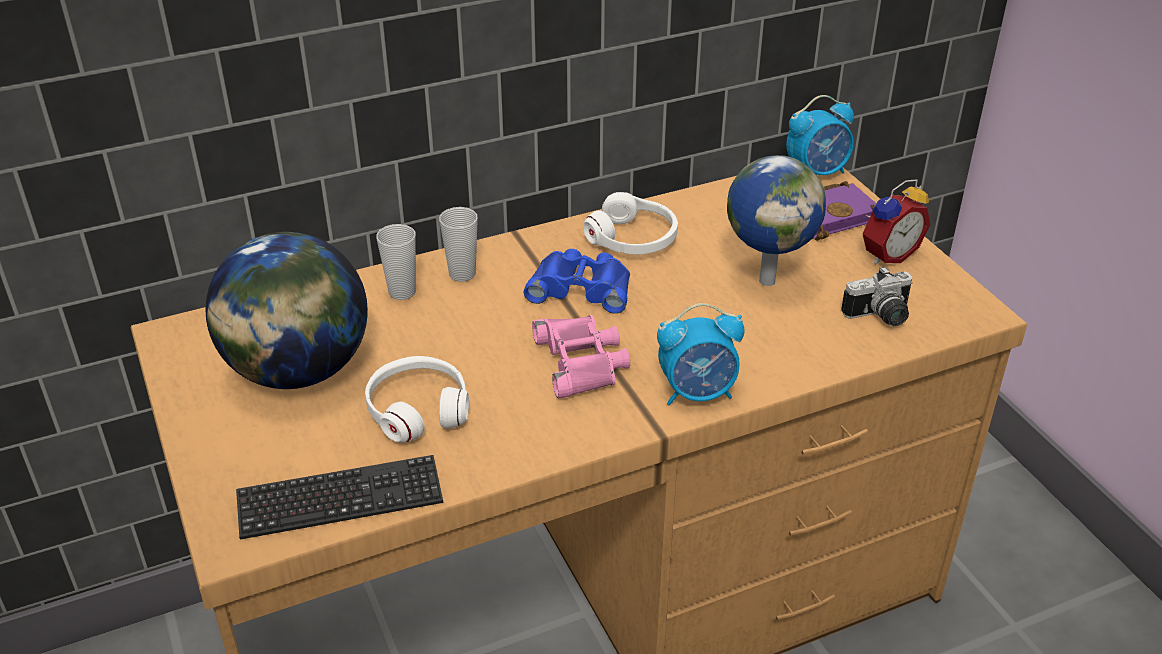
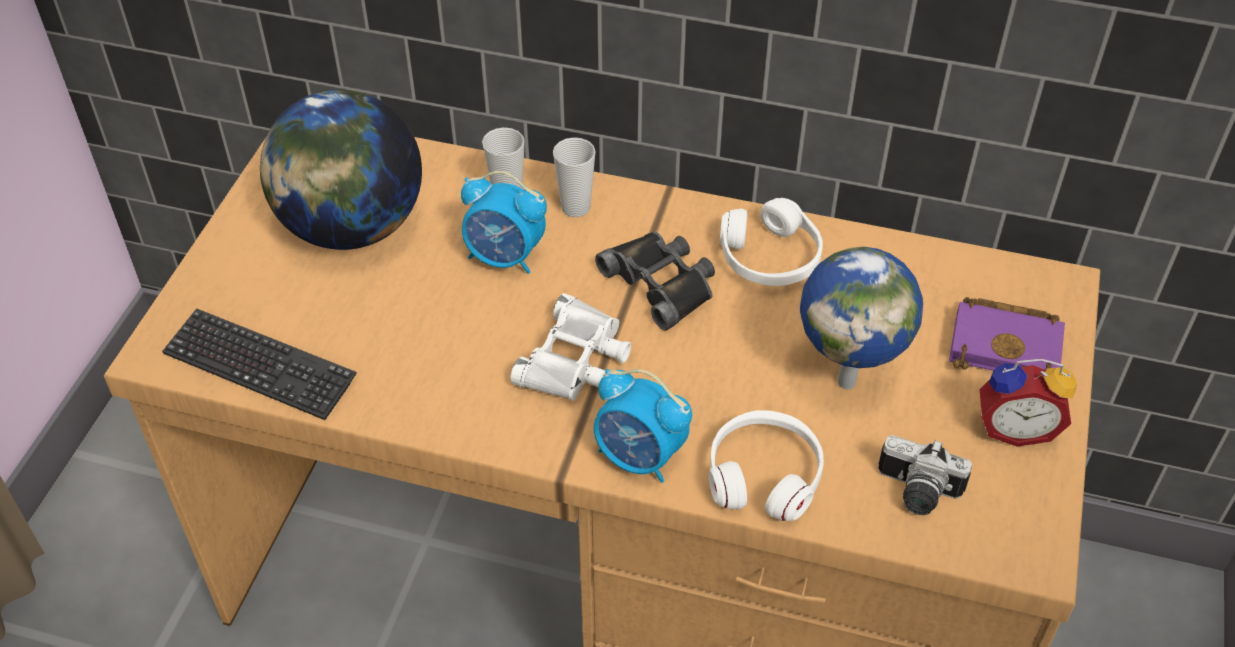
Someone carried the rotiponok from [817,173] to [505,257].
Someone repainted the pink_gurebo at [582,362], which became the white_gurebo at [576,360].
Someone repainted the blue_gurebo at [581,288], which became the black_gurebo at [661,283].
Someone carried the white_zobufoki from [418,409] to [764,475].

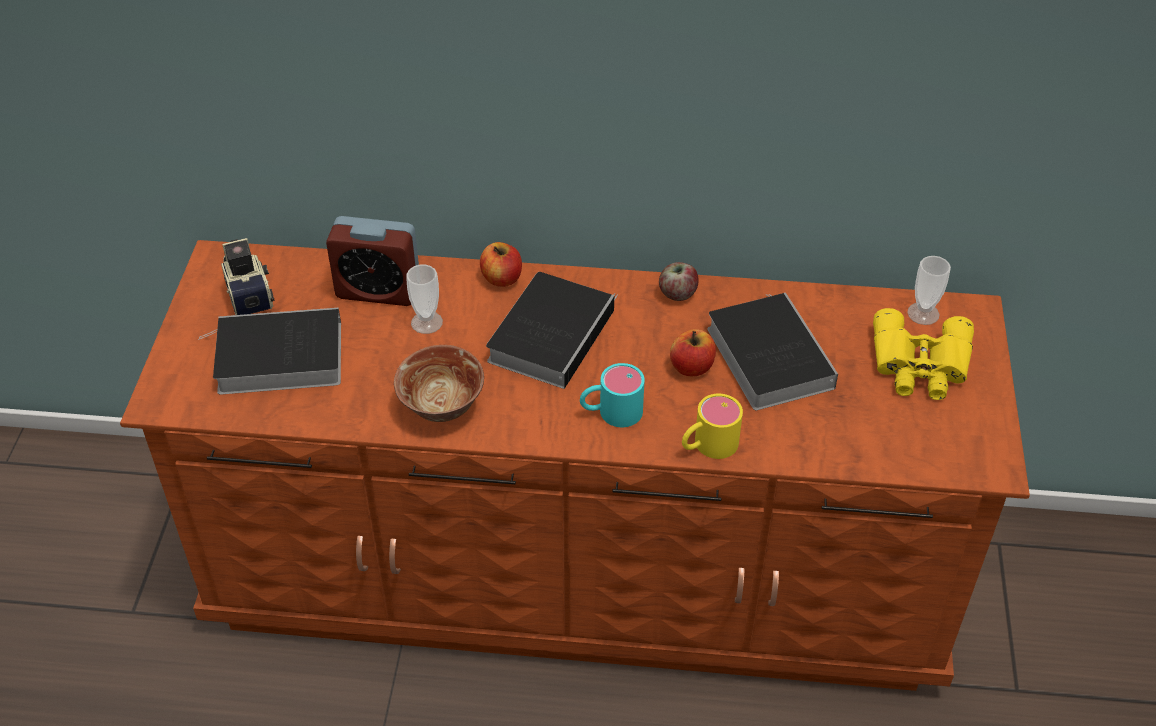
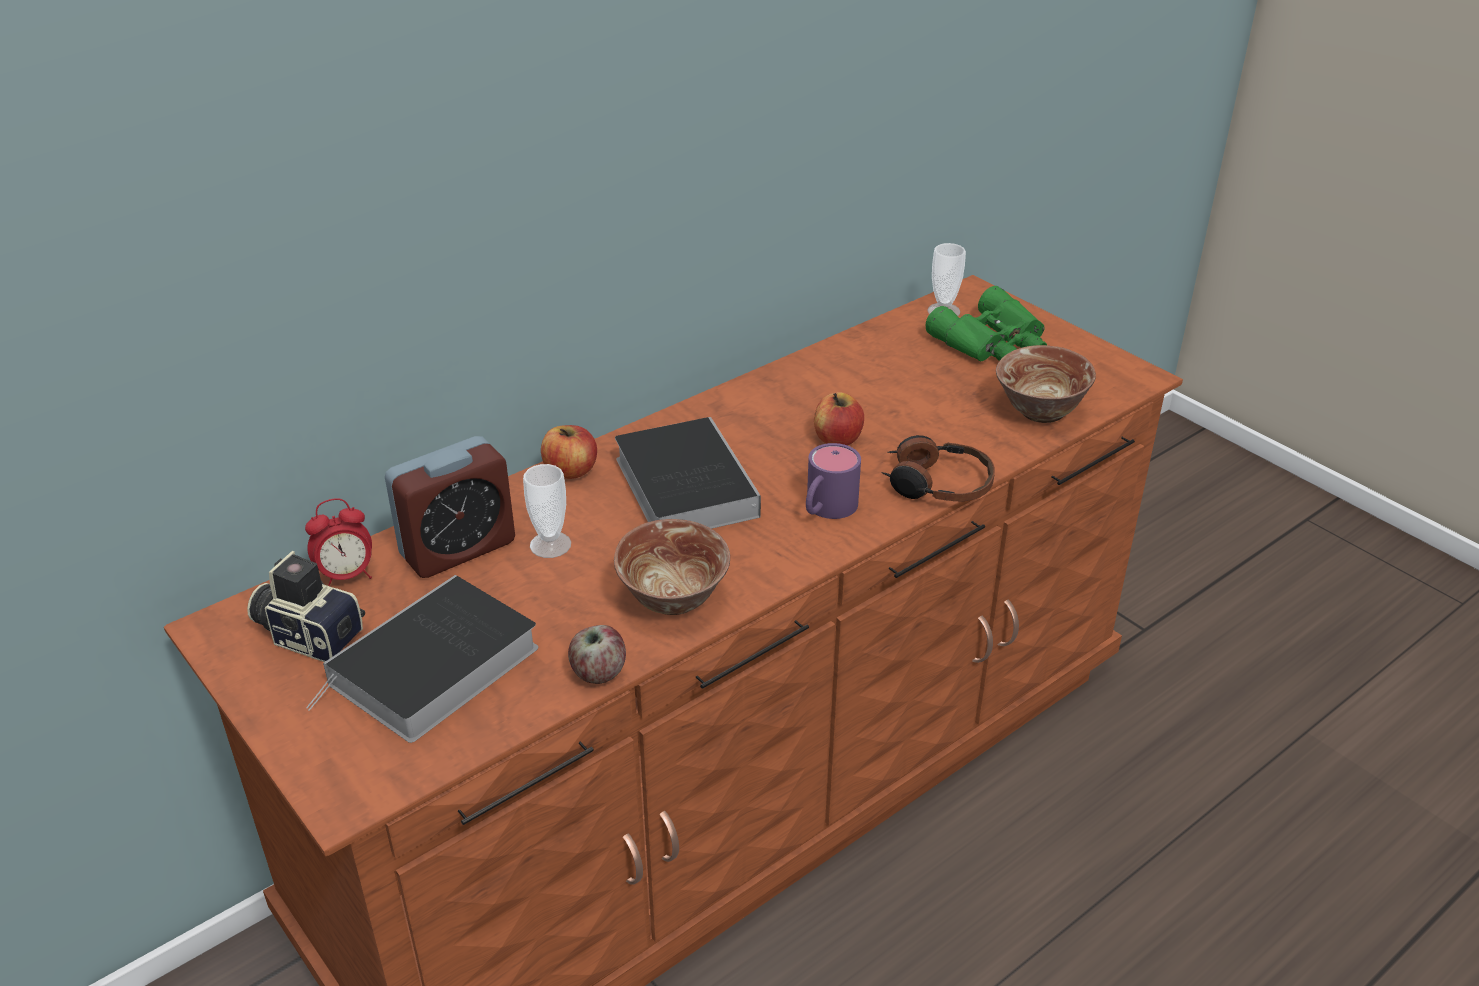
Someone put down the rotiponok at [347,576].
Someone carried the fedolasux from [677,294] to [598,673].
Someone repainted the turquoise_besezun at [611,412], which became the purple_besezun at [826,509].
Someone swapped the yellow_besezun at [707,446] for the zobufoki at [937,484].
Someone repainted the yellow_gurebo at [920,365], which became the green_gurebo at [994,343].
Someone put down the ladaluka at [1040,412].
Someone took away the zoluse at [766,355].

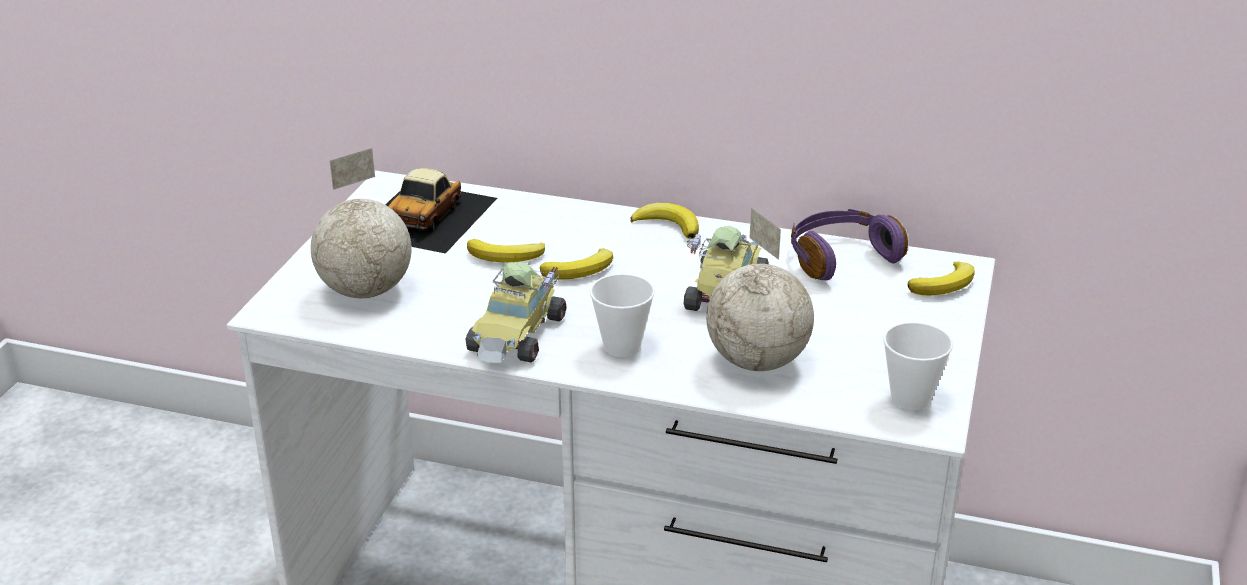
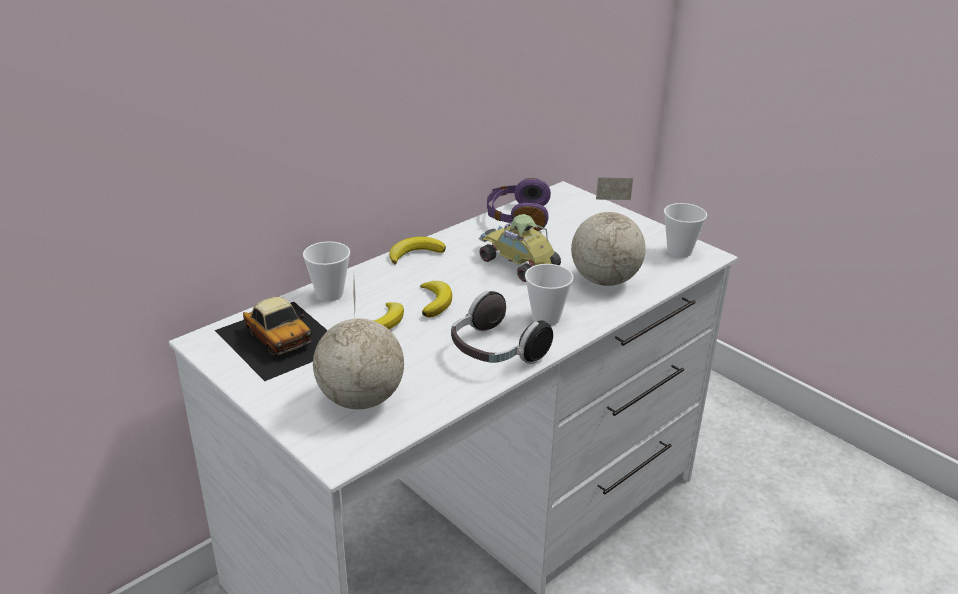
Someone put down the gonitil at [329,294].
Someone swapped the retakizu at [518,336] for the zobufoki at [495,352].
Someone took away the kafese at [945,284].

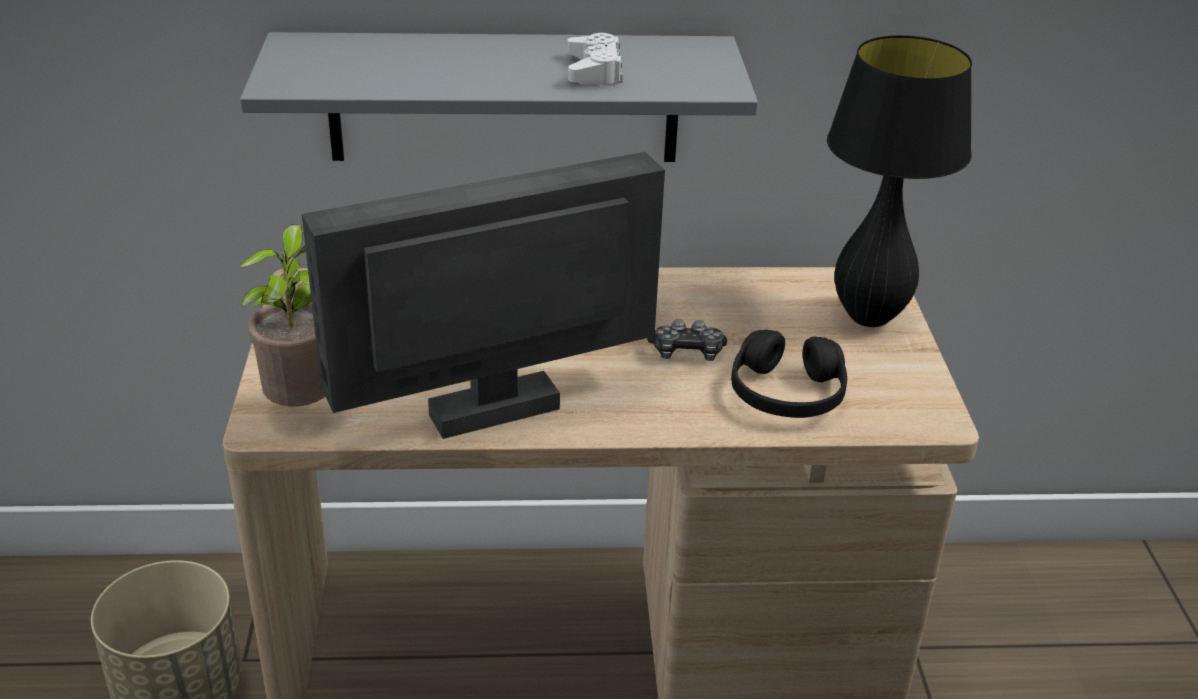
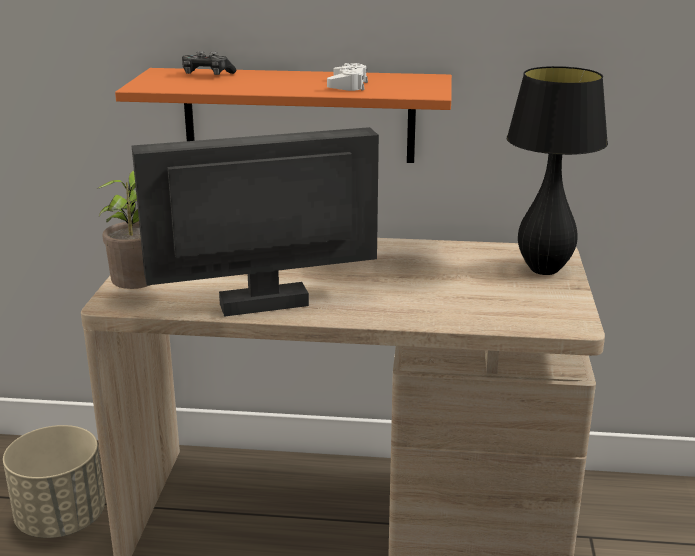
Someone repainted the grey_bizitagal at [504,98], which became the orange_bizitagal at [299,115].
Someone carried the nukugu from [687,352] to [206,75].
Someone took away the black_zobufoki at [786,393].

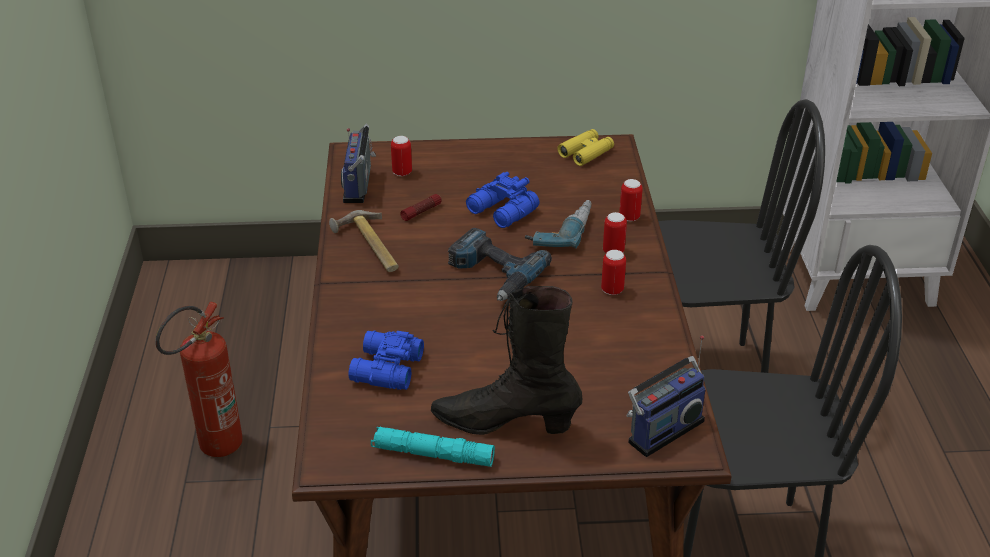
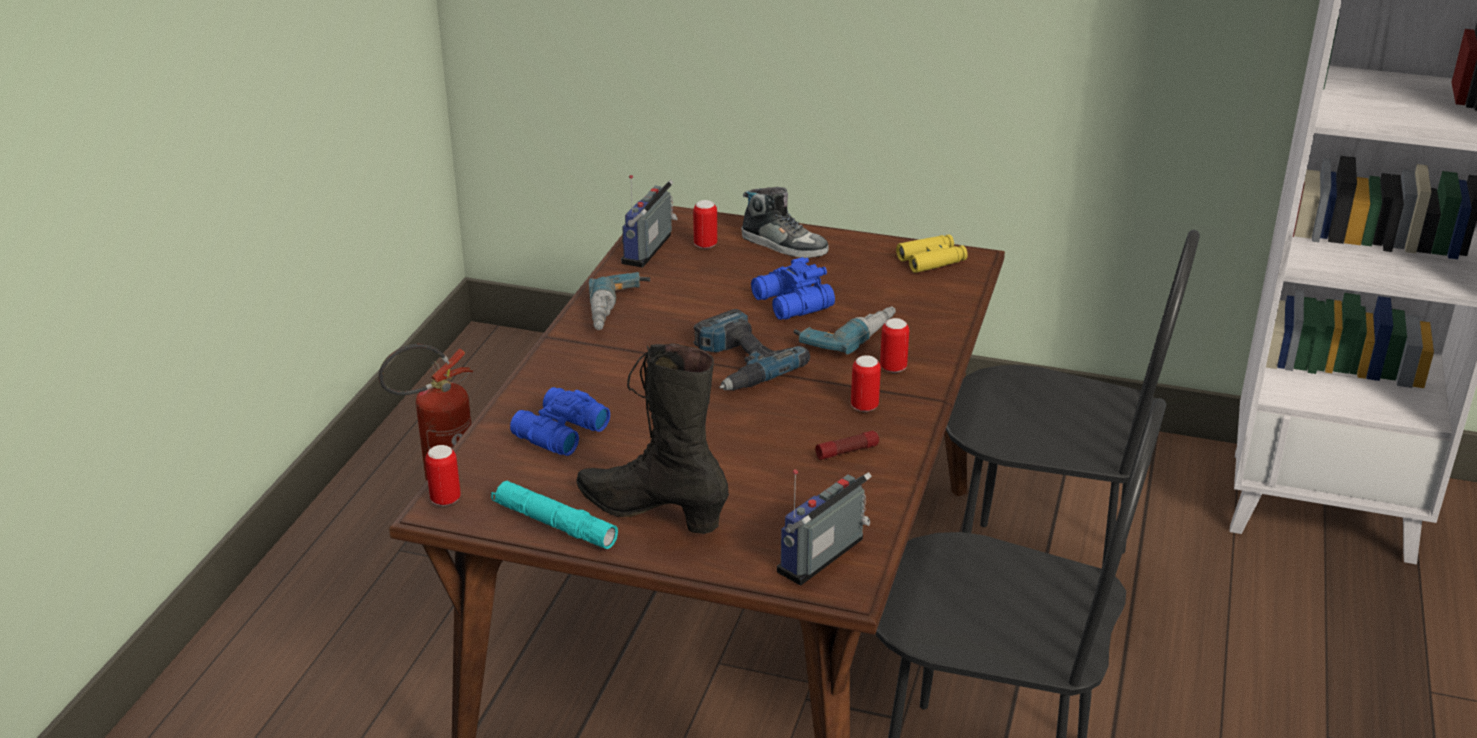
Someone carried the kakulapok from [629,217] to [445,499].
Someone swapped the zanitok at [369,247] for the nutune at [620,312].
Someone put down the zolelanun at [784,245].
Someone rotated the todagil at [662,429] by 150 degrees clockwise.
Someone carried the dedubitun from [421,212] to [847,451].

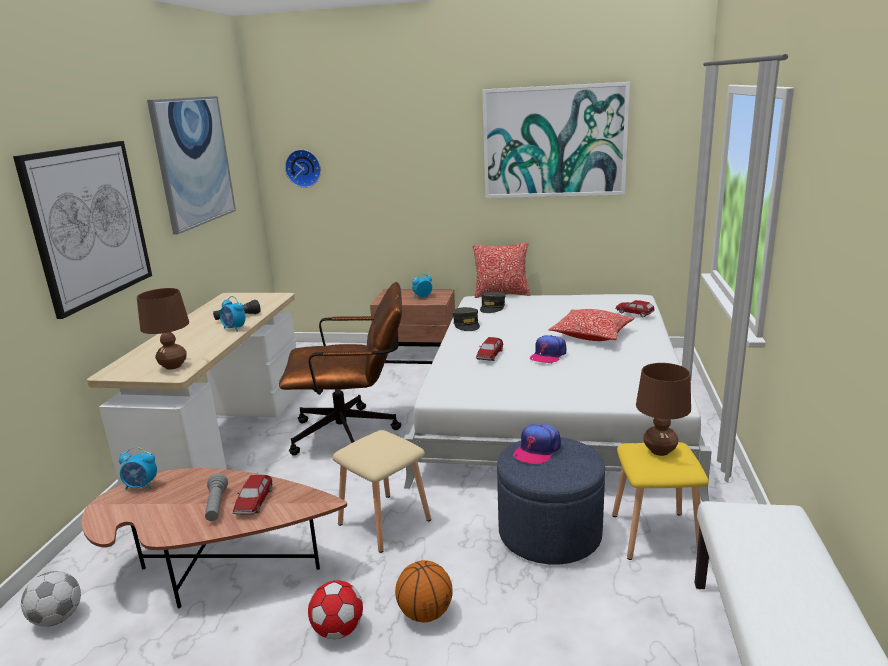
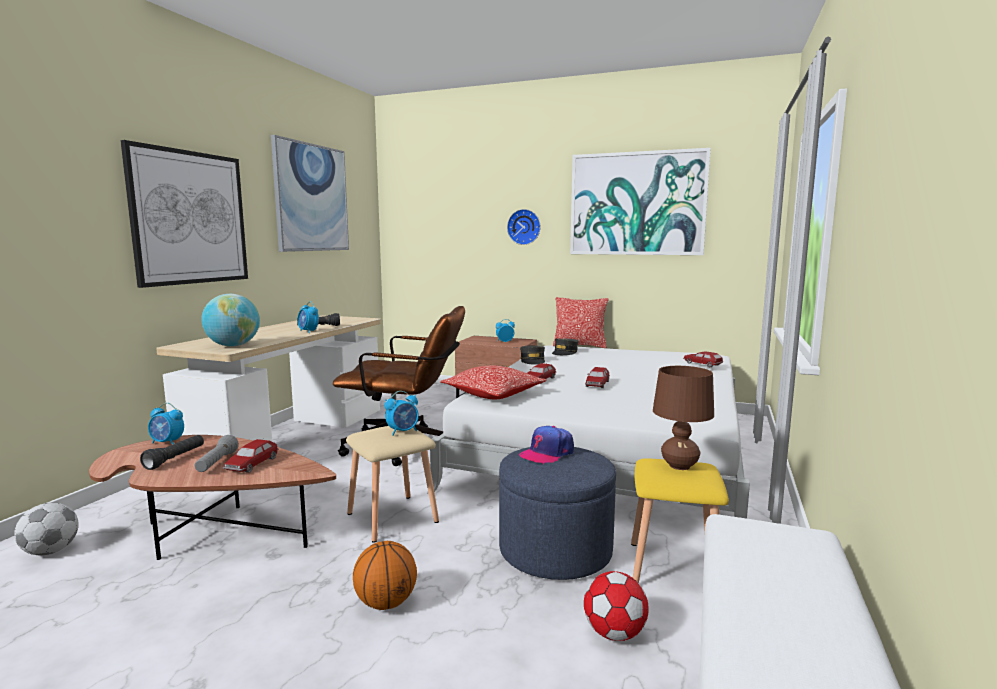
Someone put down the black_dedubitun at [175,459].
Someone swapped the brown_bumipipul at [173,366] for the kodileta at [233,346].
Someone put down the rotiponok at [403,432].
Someone carried the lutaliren from [592,335] to [493,394].
Someone carried the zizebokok from [304,168] to [524,227].
Someone carried the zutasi from [338,630] to [614,633].
Someone swapped the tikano at [548,355] for the retakizu at [597,384].

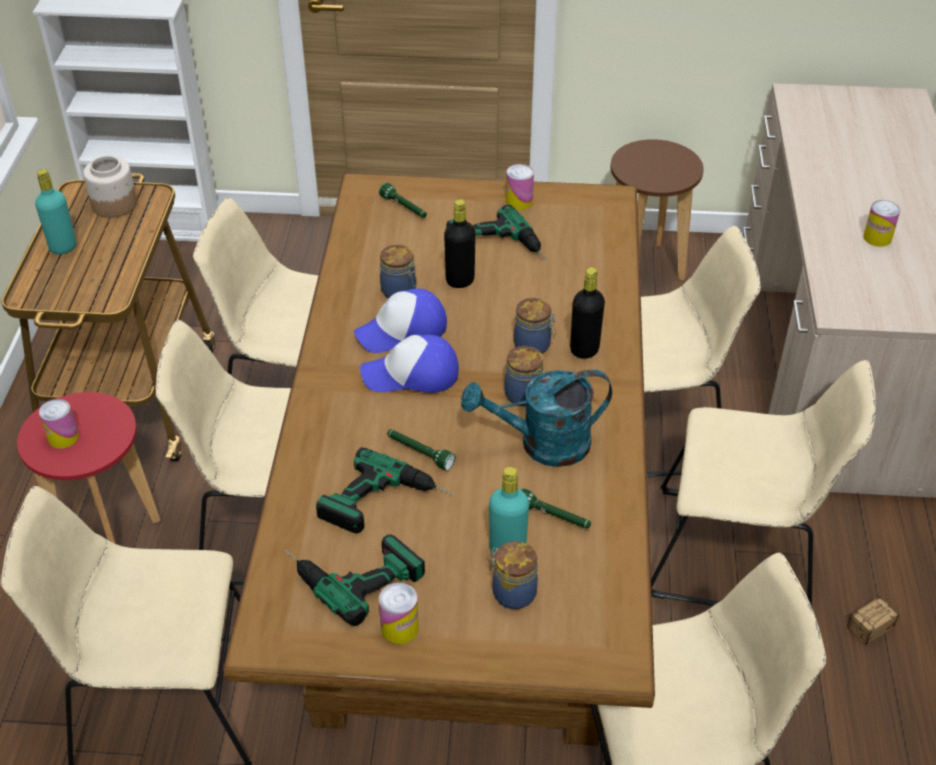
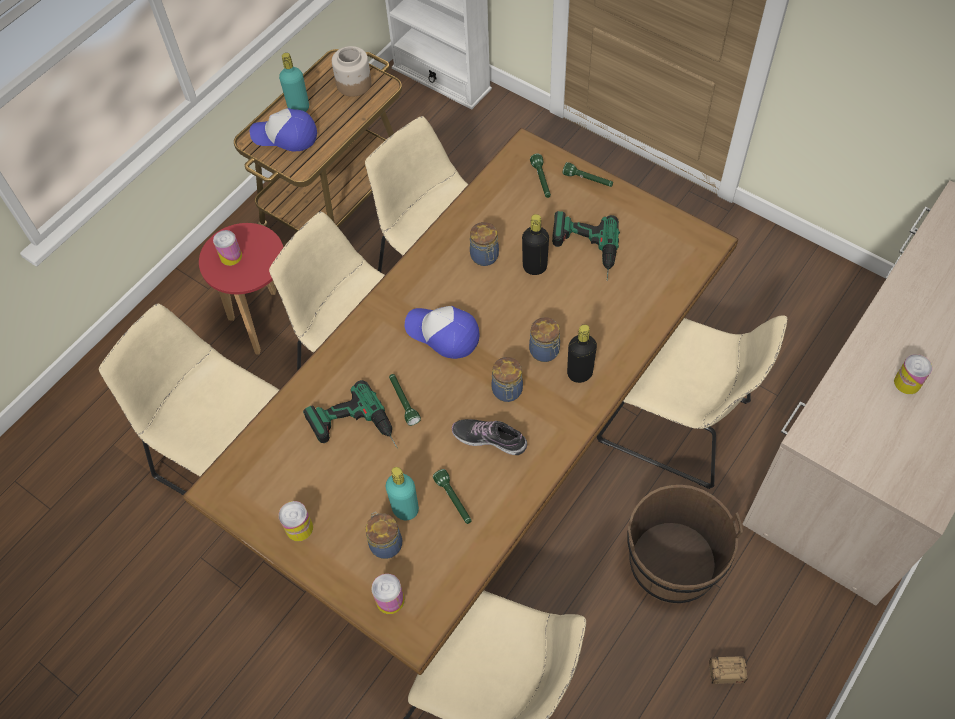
Someone carried the tikano from [402,331] to [285,136].
Someone carried the kakulapok from [519,201] to [390,600].
Someone swapped the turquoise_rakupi at [542,445] for the zolelanun at [489,439].
Someone put down the green_dedubitun at [588,180].
Someone swapped the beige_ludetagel at [741,556] for the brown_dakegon at [673,563].
Someone took away the nutune at [351,570].
Someone took away the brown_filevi at [644,267].

